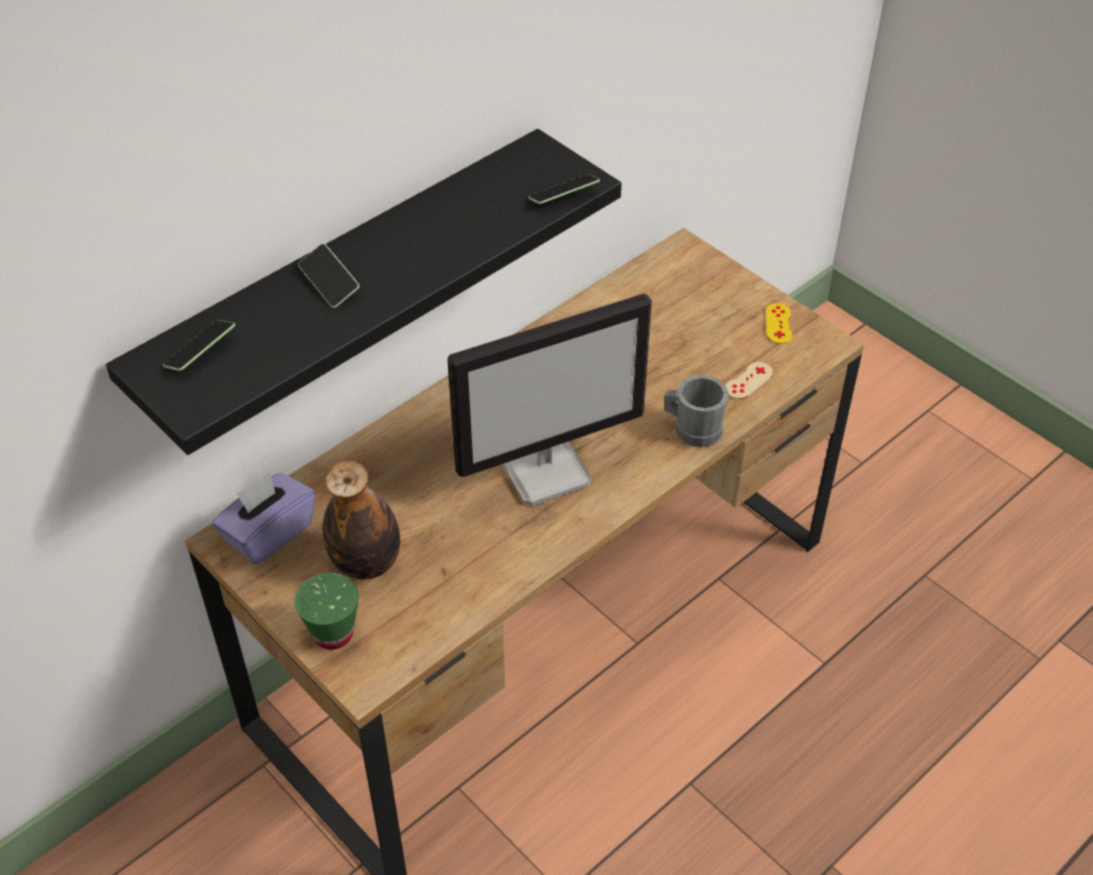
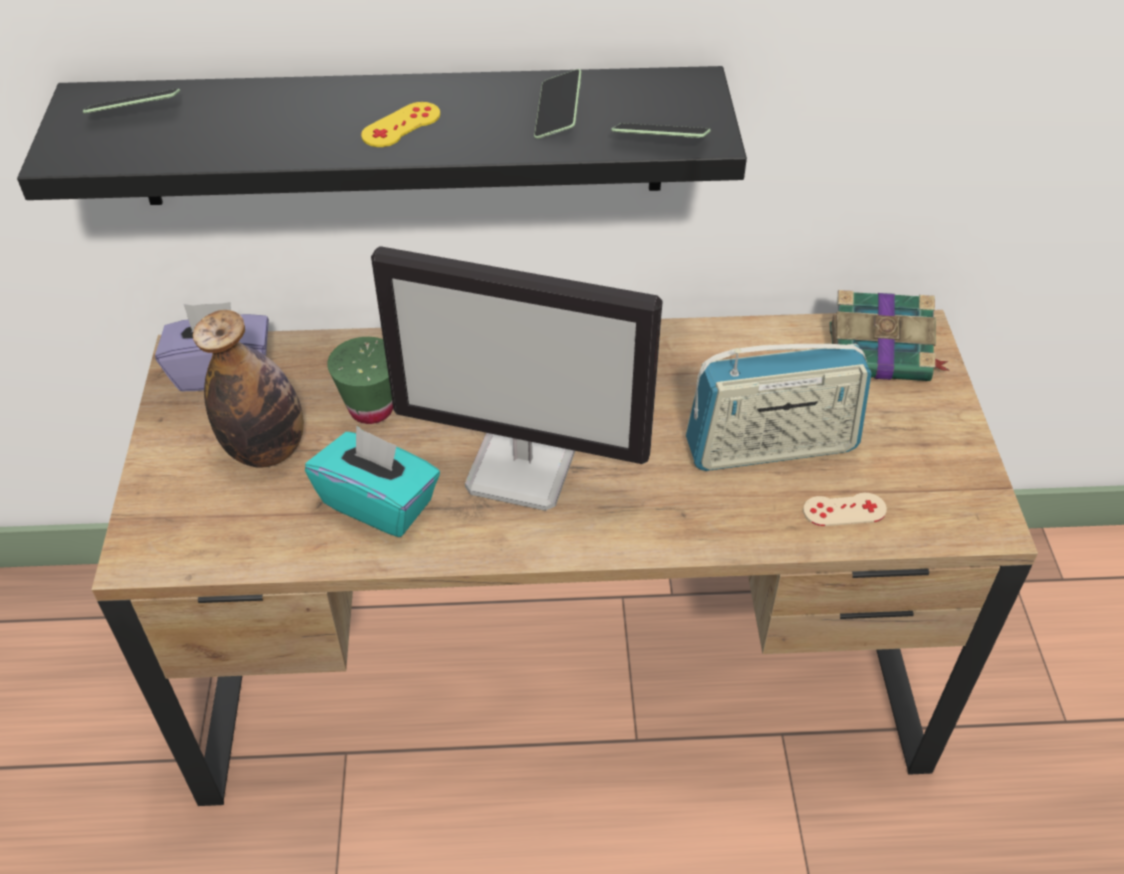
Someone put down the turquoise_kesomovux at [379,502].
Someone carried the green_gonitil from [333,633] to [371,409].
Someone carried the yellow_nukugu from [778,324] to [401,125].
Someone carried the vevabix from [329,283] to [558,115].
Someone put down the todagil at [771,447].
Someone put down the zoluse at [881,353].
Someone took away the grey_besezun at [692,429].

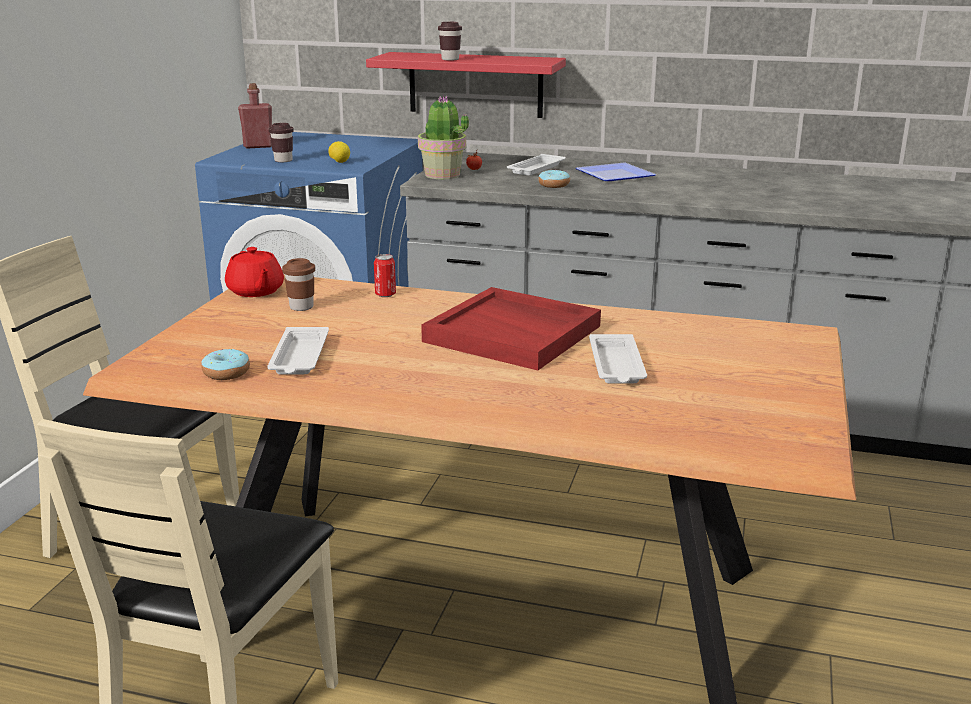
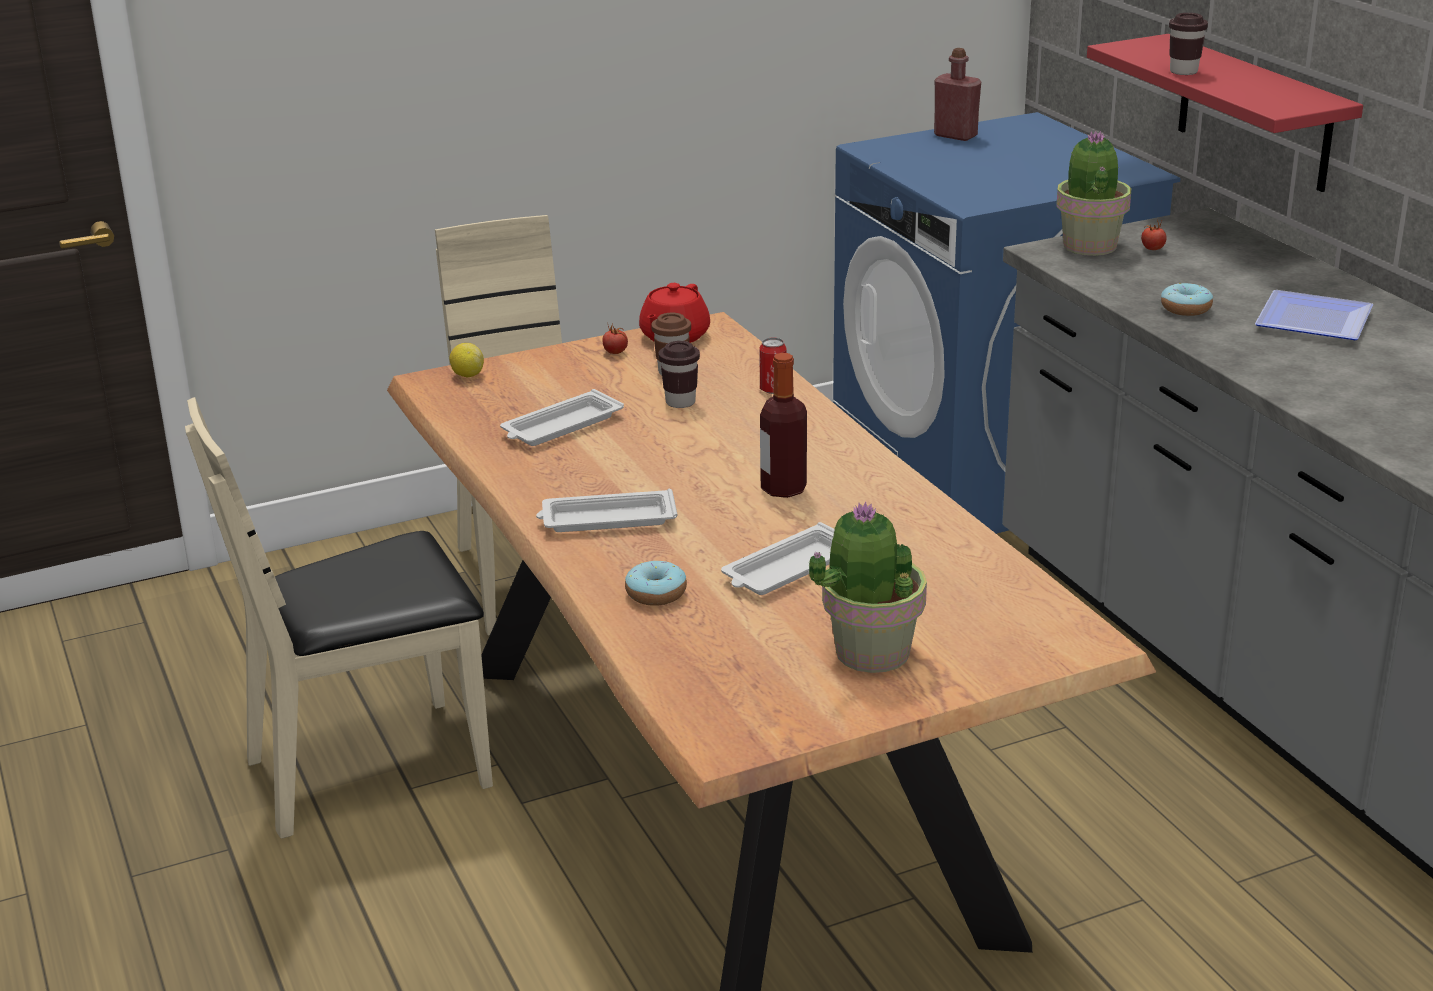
Someone carried the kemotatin from [339,162] to [467,375].
Someone carried the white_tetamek from [535,169] to [606,519].
Someone put down the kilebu at [615,352].
Someone carried the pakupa from [226,373] to [656,593].
Someone carried the brown_gonitil from [283,160] to [680,402].
Someone swapped the red_tetamek at [514,333] for the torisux at [783,489].
Someone put down the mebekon at [870,652].

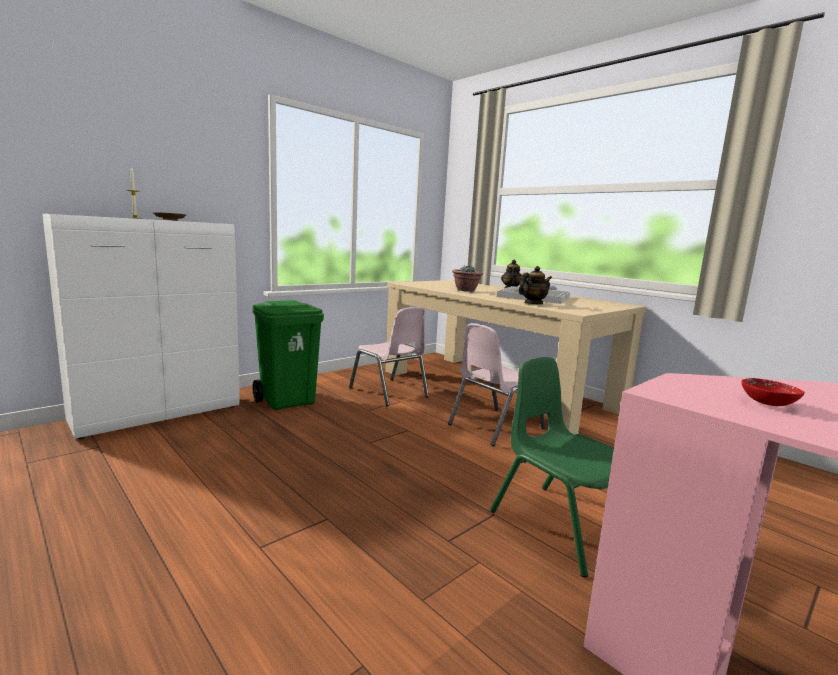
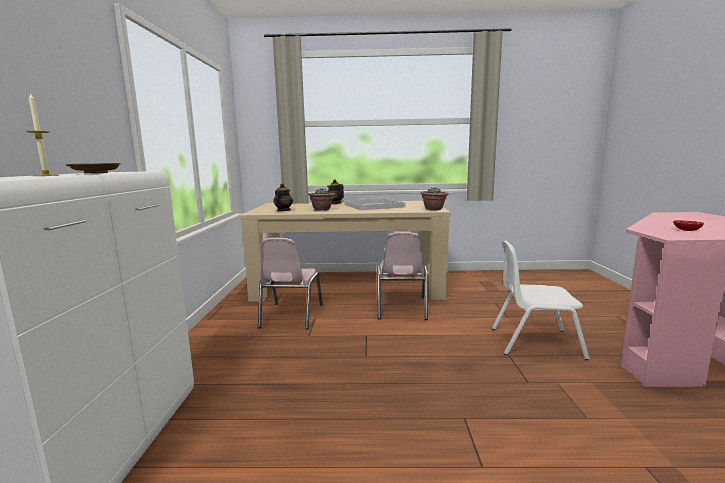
Someone rotated the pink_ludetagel at [389,392] by 90 degrees clockwise.
Someone carried the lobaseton from [533,303] to [283,211].
Someone put down the mebekon at [434,209].
Someone repainted the green_ludetagel at [562,524], which became the white_ludetagel at [535,342].
Someone took away the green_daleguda at [288,401].

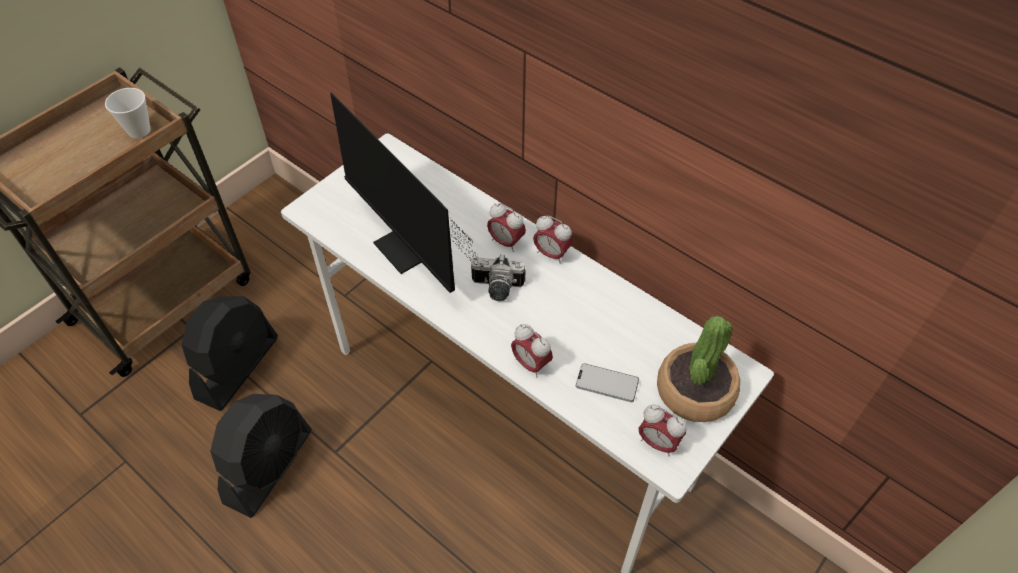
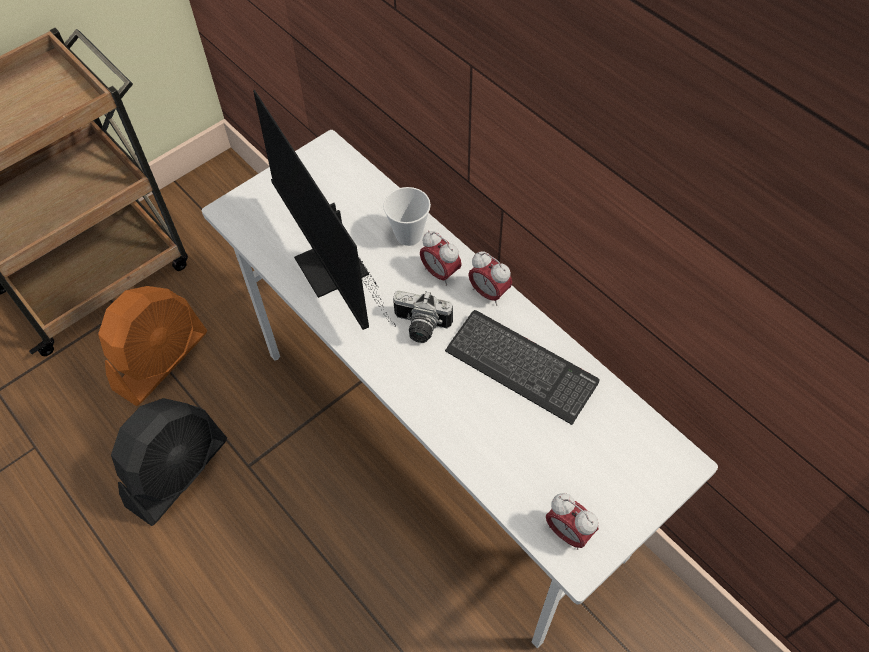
Someone repainted the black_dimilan at [238,367], which became the orange_dimilan at [161,360].
Someone carried the gonitil from [139,130] to [408,235].
Someone put down the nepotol at [521,367].
Someone took away the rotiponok at [531,364].
Someone took away the vevabix at [607,383].
Someone took away the mebekon at [695,391].

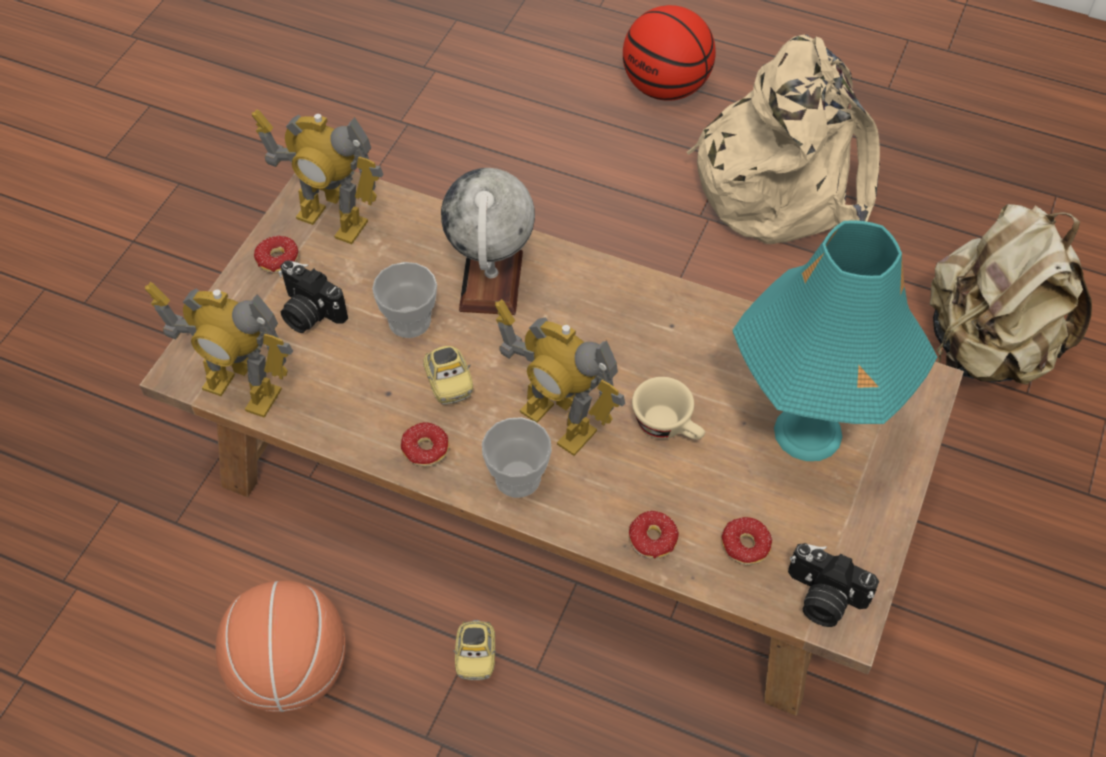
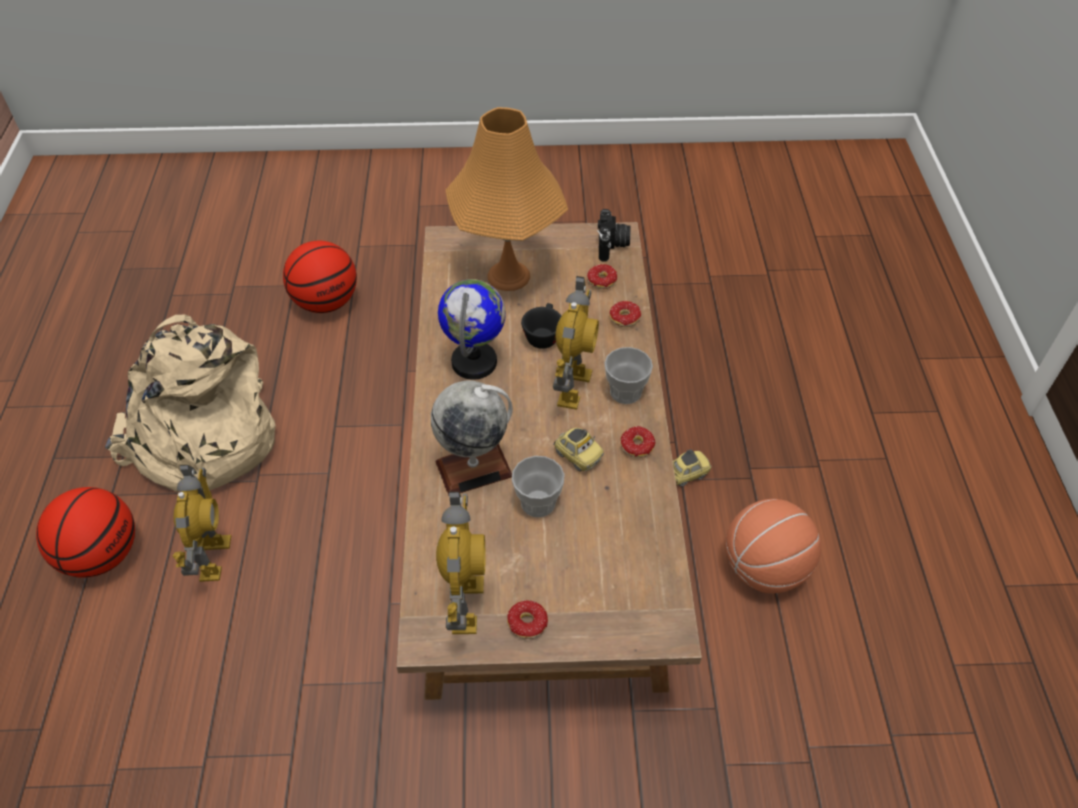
Someone carried the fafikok from [242,390] to [213,558].
Someone swapped the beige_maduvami at [986,348] for the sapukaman at [326,302].
Someone put down the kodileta at [475,362].
Someone repainted the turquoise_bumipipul at [807,432], which became the orange_bumipipul at [509,276].
Someone repainted the beige_gonitil at [668,427], which became the black_gonitil at [543,335].
Someone rotated the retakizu at [448,383] by 90 degrees clockwise.
Someone took away the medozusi at [308,313].

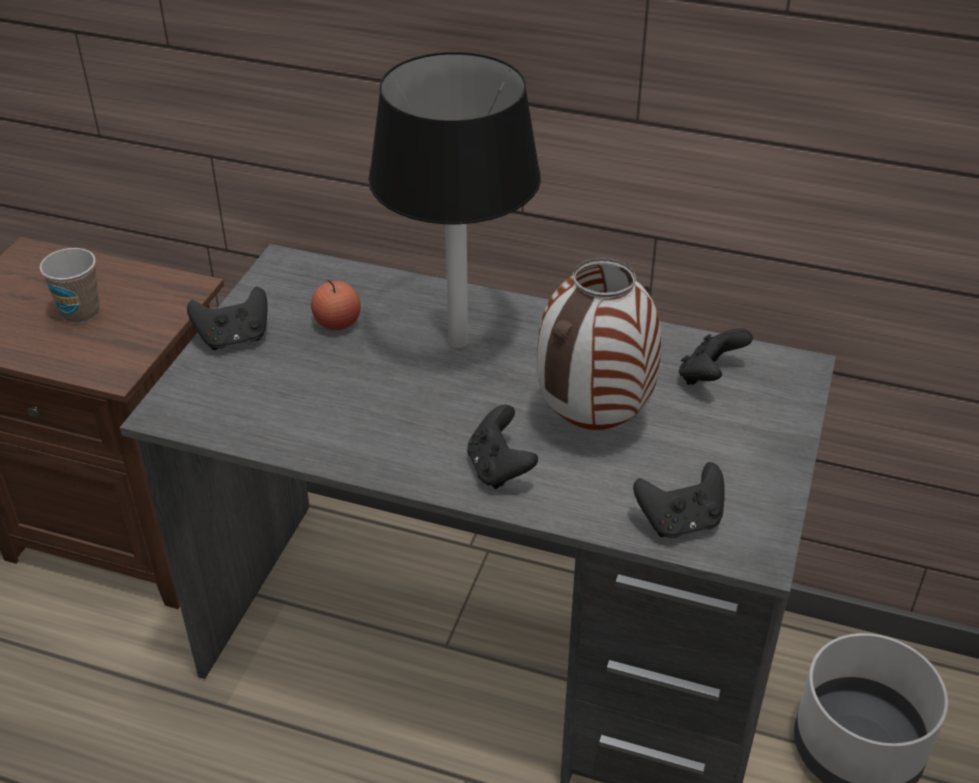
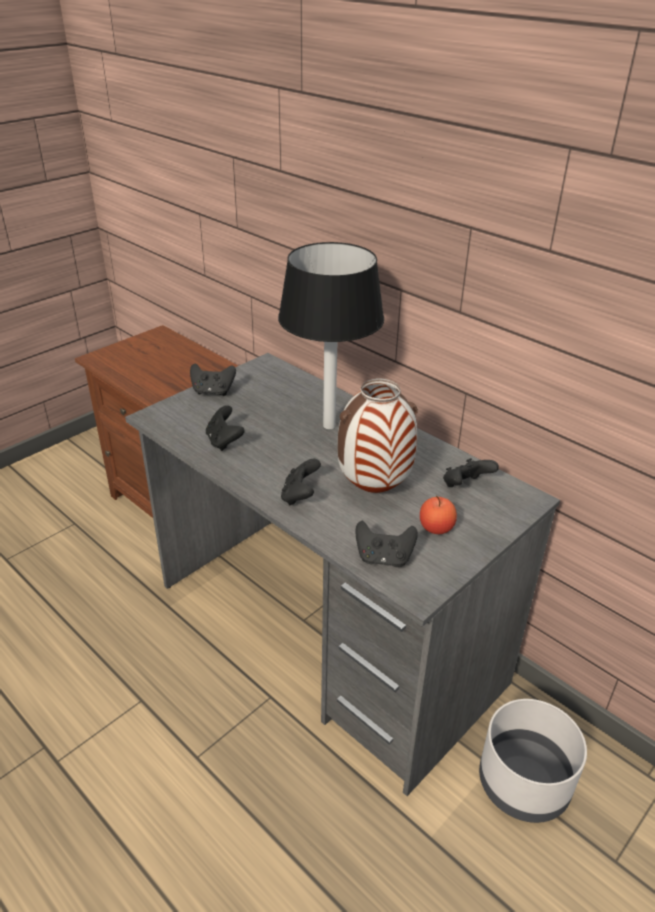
Someone put down the black_nukugu at [224,441].
Someone carried the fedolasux from [337,323] to [436,528].
Someone took away the gonitil at [81,313].

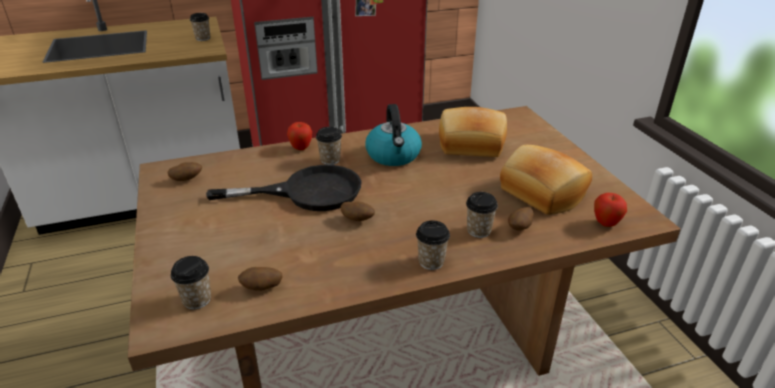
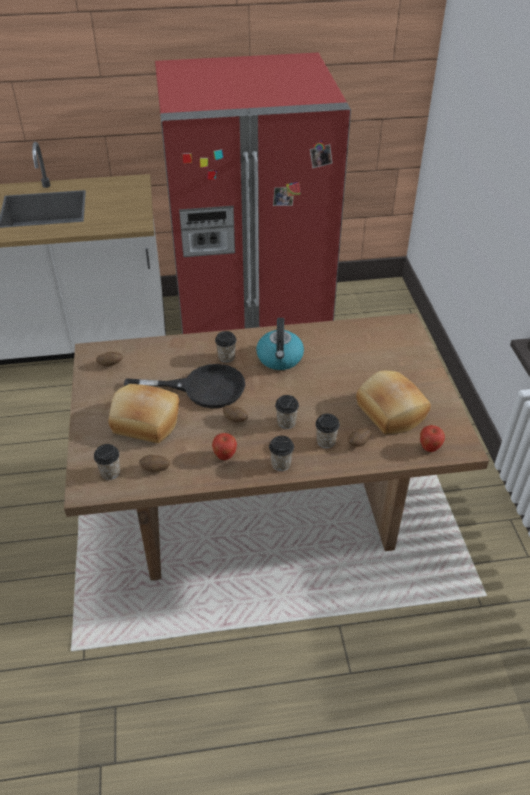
Someone carried the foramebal from [471,146] to [145,423].
Someone carried the fedolasux from [301,148] to [225,456].
Someone carried the gonitil from [203,38] to [286,422].

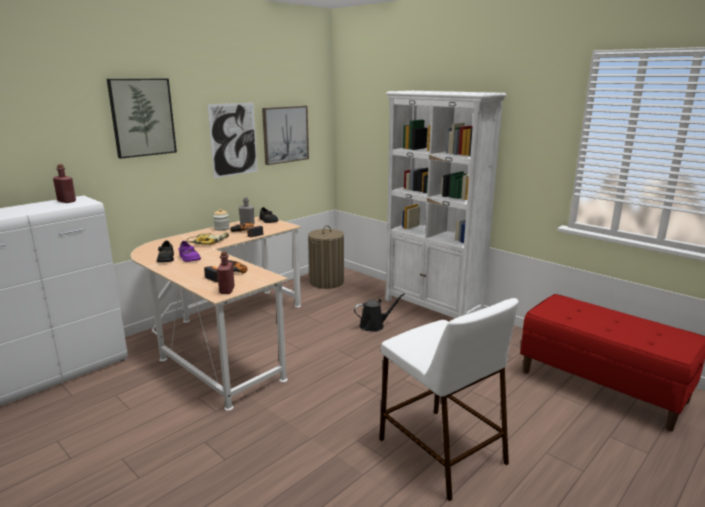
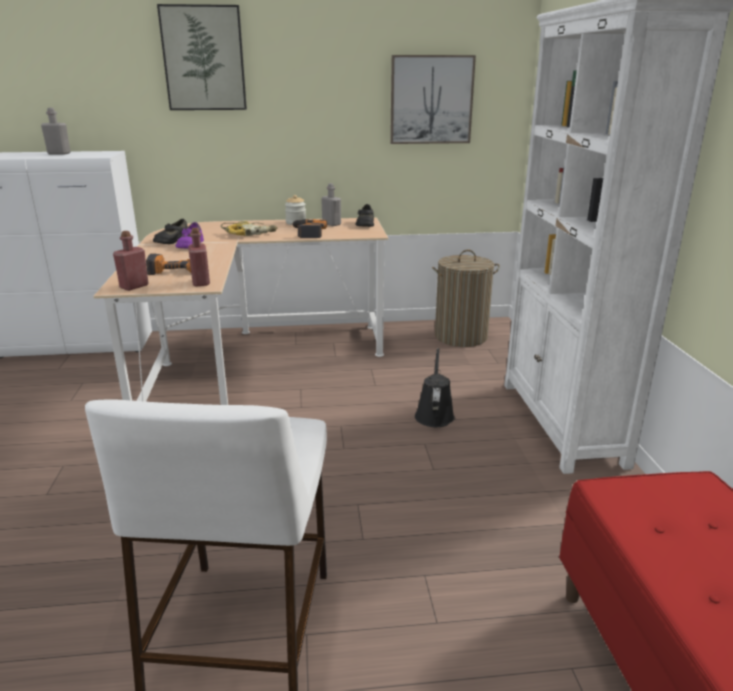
Someone put down the grey_torisux at [59,153].
Someone carried the red_torisux from [66,201] to [201,282].
Someone rotated the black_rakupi at [374,325] by 105 degrees counterclockwise.
Someone took away the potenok at [233,139].

